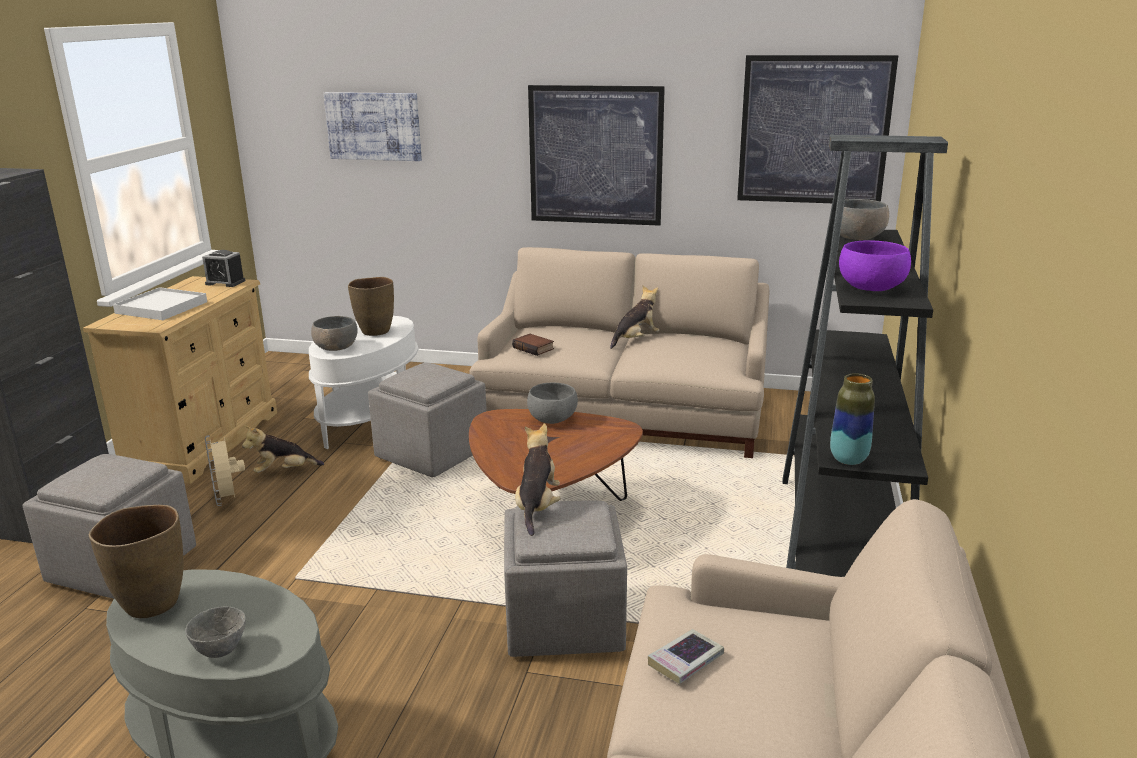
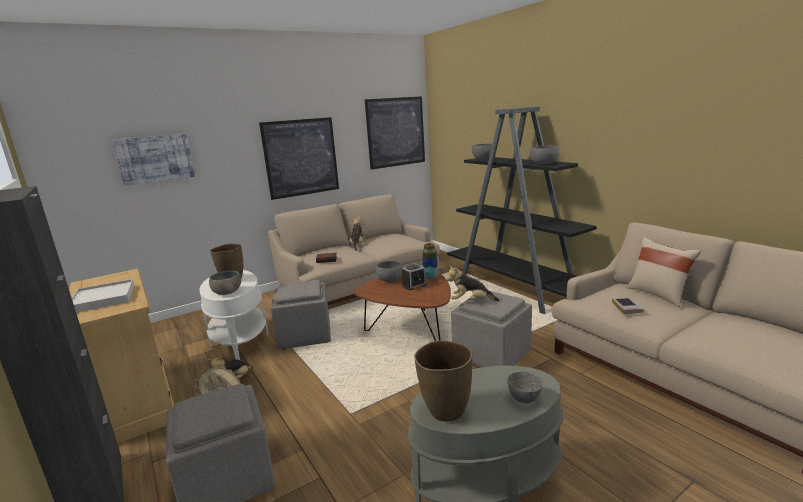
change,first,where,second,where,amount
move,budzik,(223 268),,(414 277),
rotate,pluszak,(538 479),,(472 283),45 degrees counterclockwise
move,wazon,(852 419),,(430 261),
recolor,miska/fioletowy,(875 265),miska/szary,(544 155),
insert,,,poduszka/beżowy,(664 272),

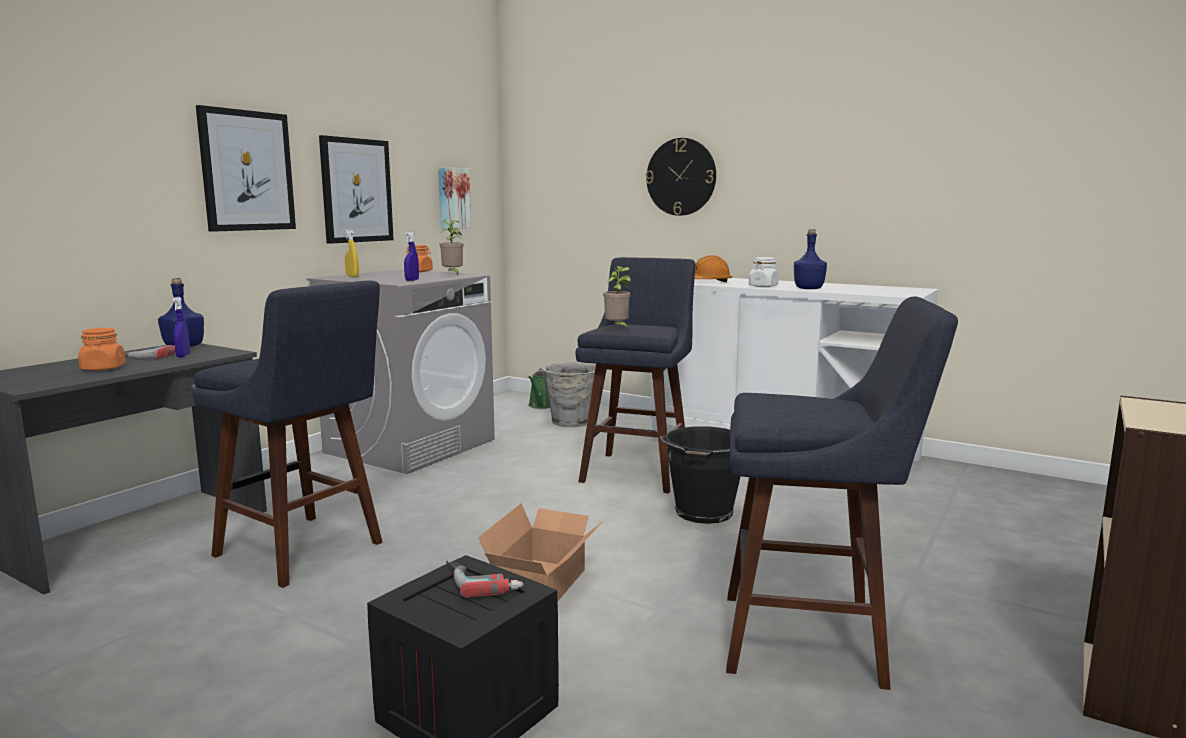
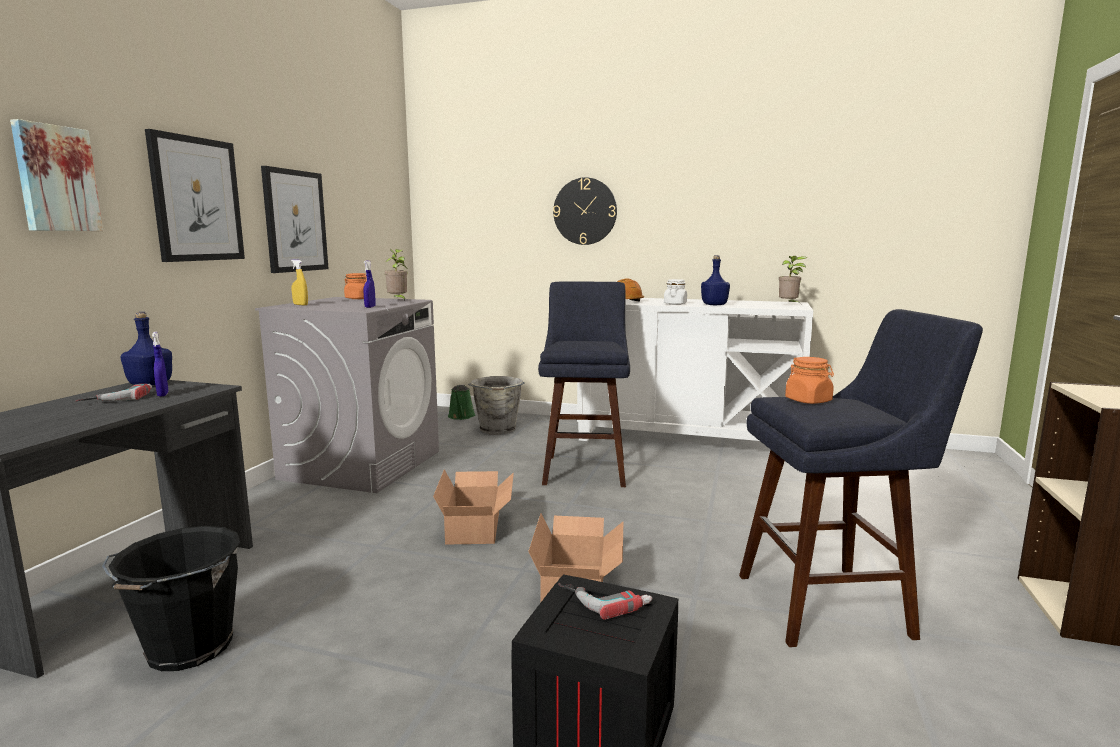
change,first,where,second,where,amount
move,słoik/pomarańczowy,(102 349),,(809 380),
delete,stołek/niebieski,(287 434),,,
move,obraz,(454 198),,(56 175),
move,roślina doniczkowa,(617 297),,(793 280),
move,wiadro/czarny,(700 475),,(171 598),
insert,,,karton,(473 507),

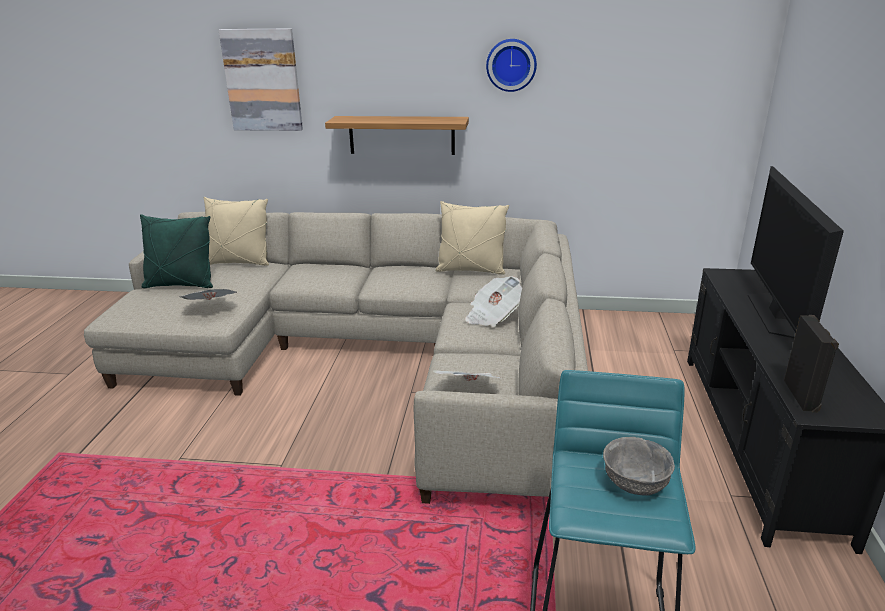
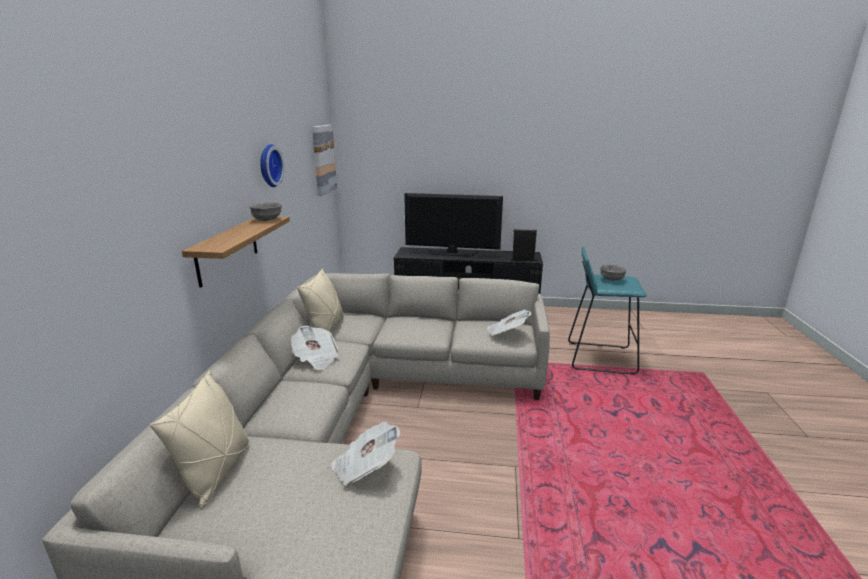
change,first,where,second,where,amount
delete,poduszka/zielony,(176 251),,,
move,obraz,(261 79),,(324 160),
move,gazeta,(493 301),,(315 348),
insert,,,miska/szary,(265 211),

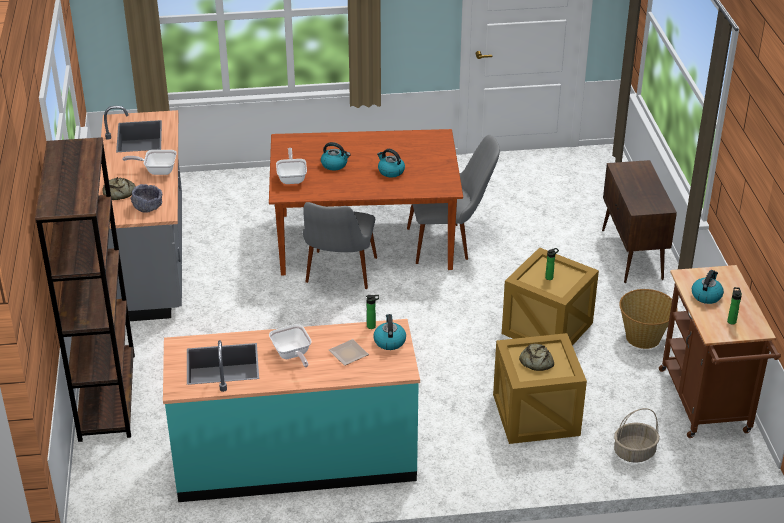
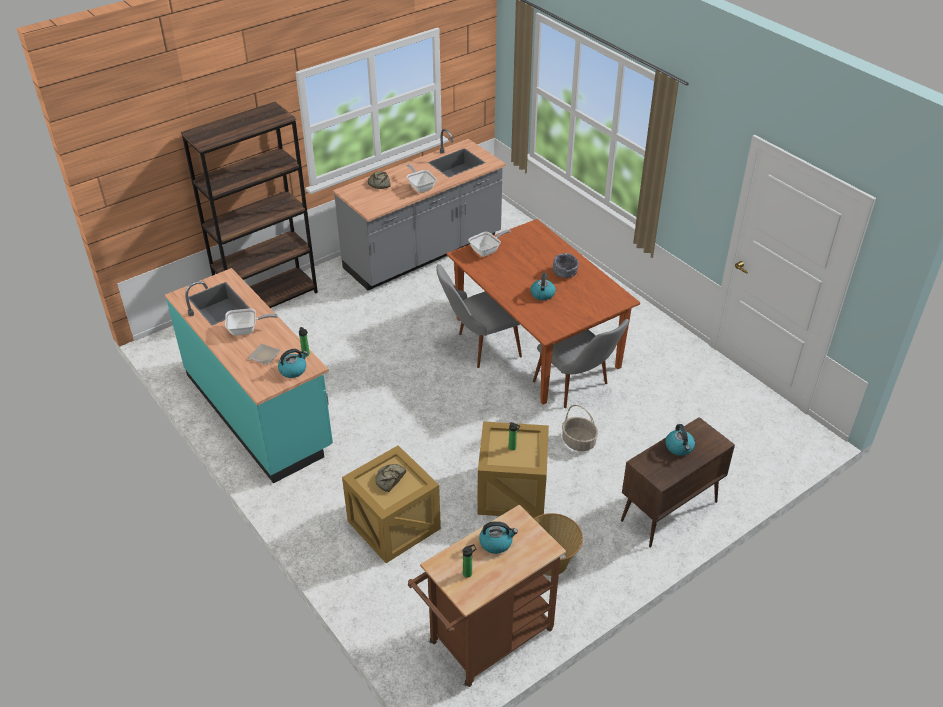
change,first,where,second,where,amount
move,miska/szary,(147 198),,(566 265),
rotate,patelnia,(290 345),,(251 322),135 degrees counterclockwise
move,czajnik,(336 156),,(680 440),
move,koszyk,(637 435),,(580 428),

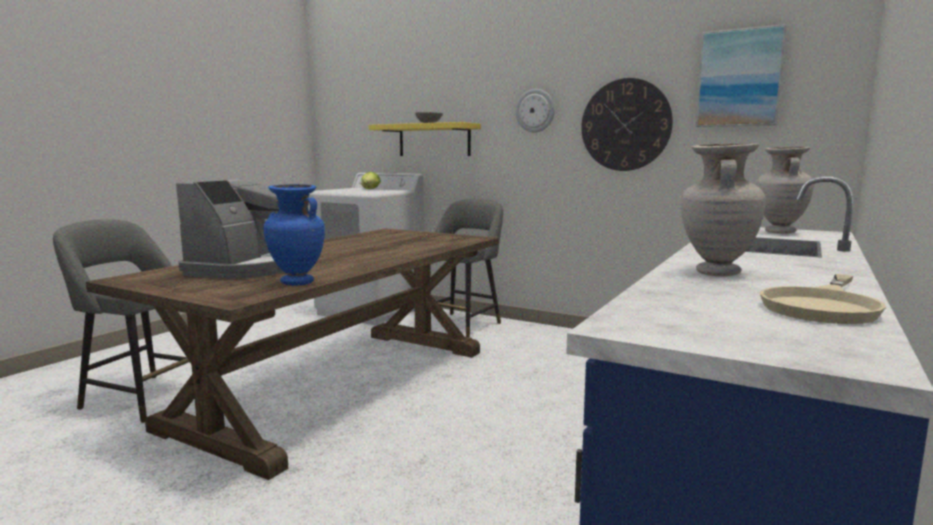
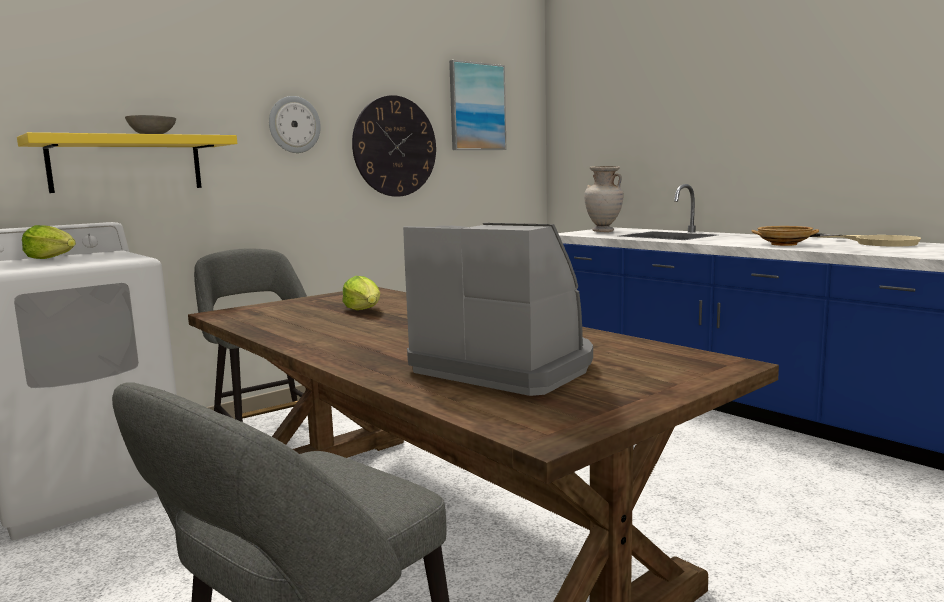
change,first,where,second,where,amount
delete,wazon/niebieski,(294 234),,,
replace,wazon/beżowy,(723 209),miska/beżowy,(785 236),
insert,,,sałata,(361 293),

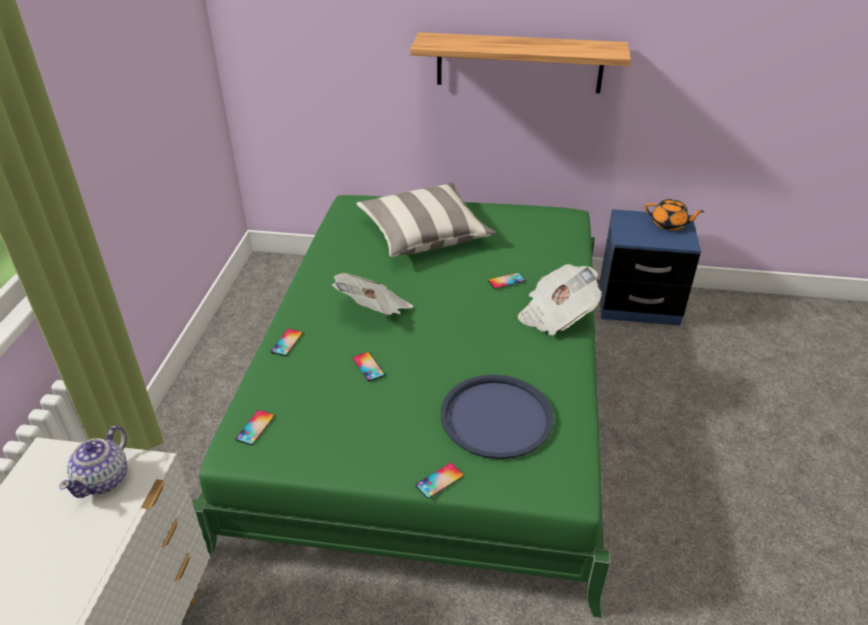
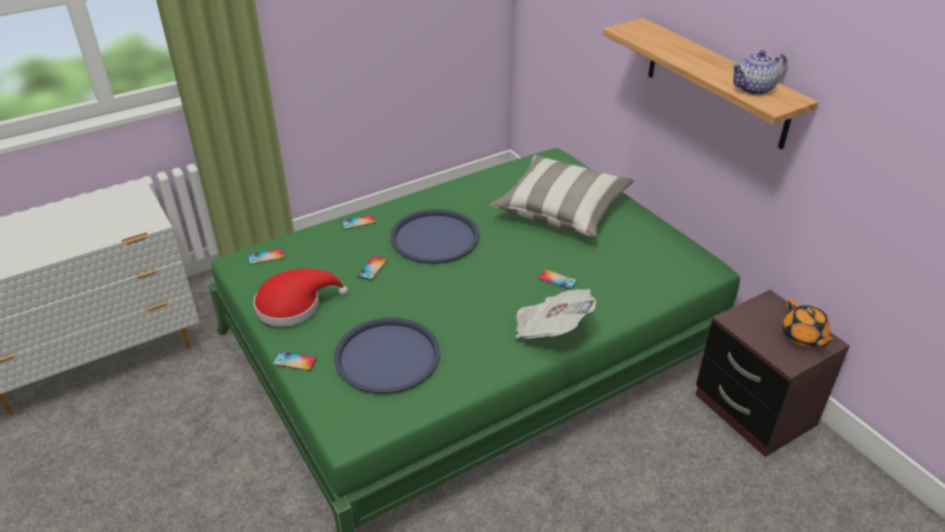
change,first,where,second,where,amount
move,imbryk,(93 462),,(759 72),
replace,gazeta,(372 294),taca/niebieski,(434 236),
recolor,szafka nocna/niebieski,(650 267),szafka nocna/brązowy,(773 373),
insert,,,kapelusz/czerwony,(301 297),

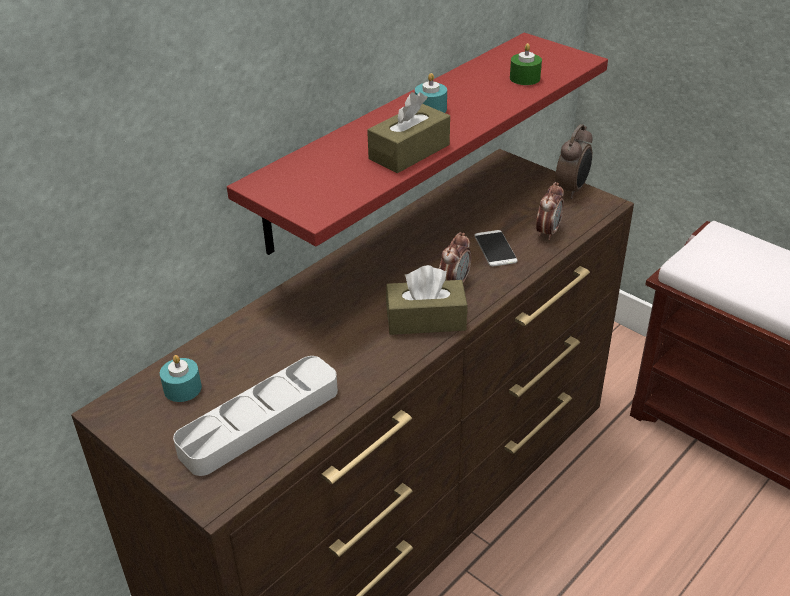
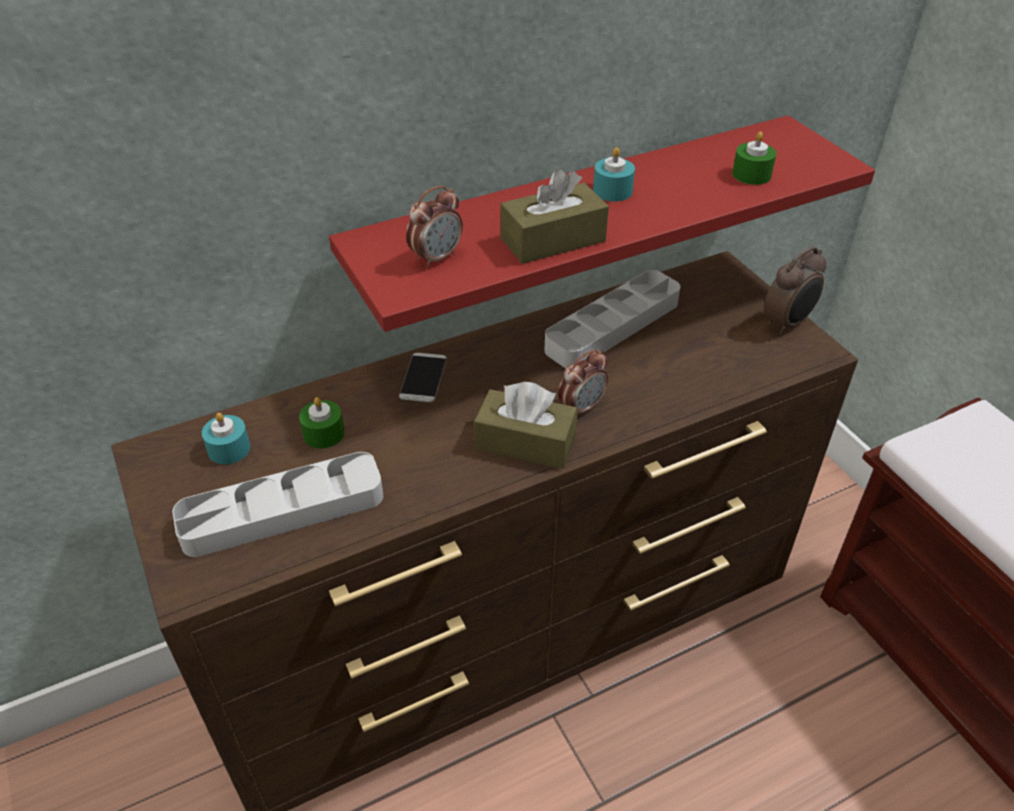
change,first,where,second,where,amount
move,telefon,(496 248),,(423 377),
move,budzik,(550 211),,(434 226),
insert,,,świeca/zielony,(322 423),
insert,,,taca/szary,(612 319),

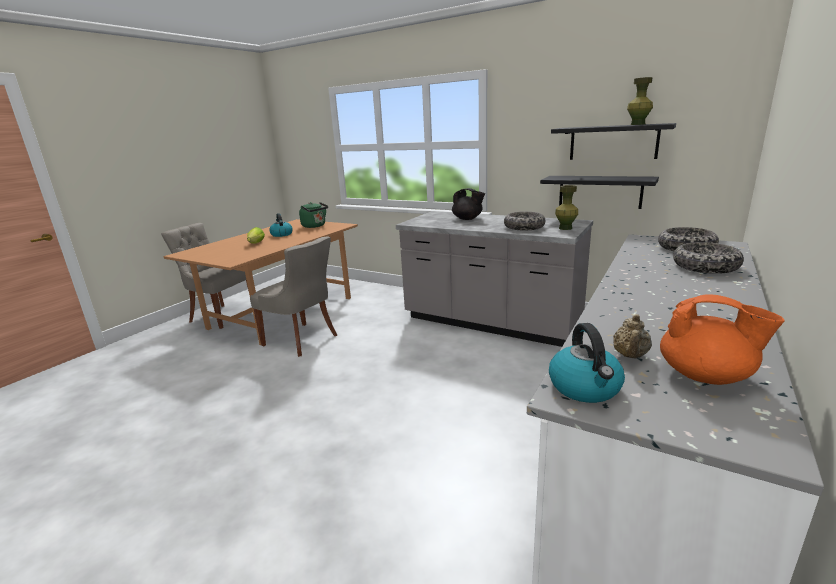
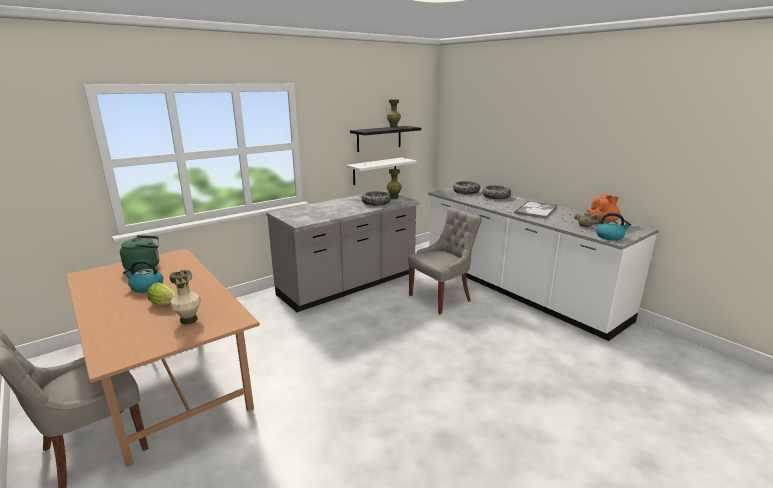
change,first,where,second,where,amount
move,krzesło/szary,(293 297),,(445 260),
delete,imbryk/czarny,(468 204),,,
recolor,półka/czarny,(599 192),półka/biały,(381 171),
insert,,,wazon/beżowy,(185 297),
insert,,,taca,(536 210),

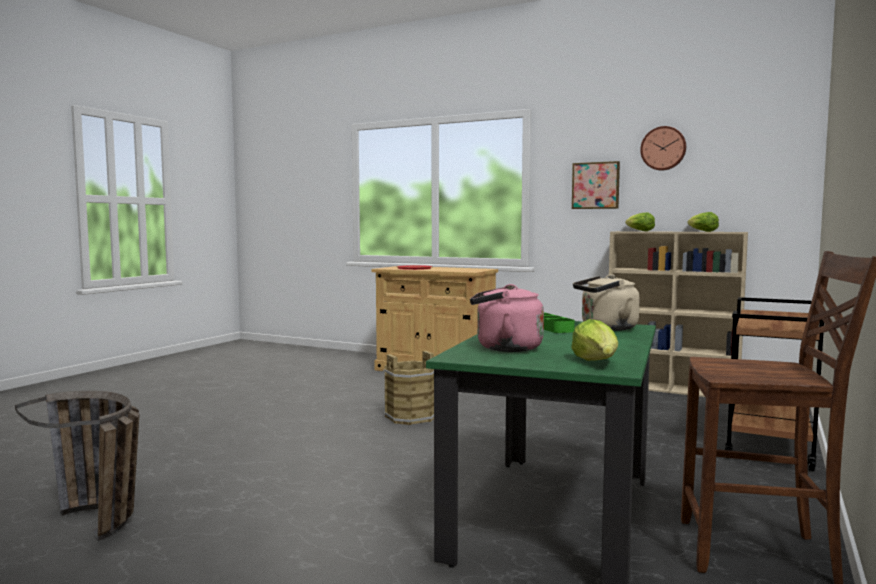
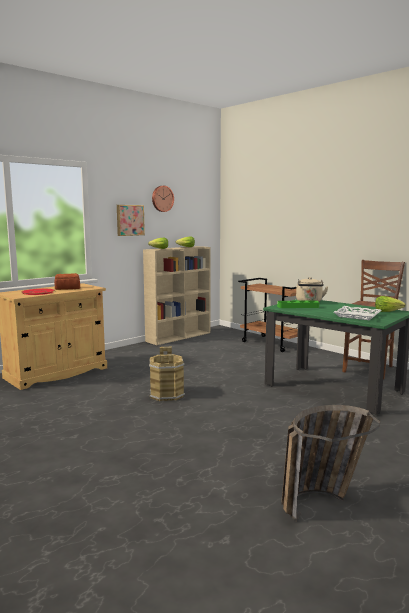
change,first,where,second,where,amount
replace,czajnik/różowy,(507 318),taca/biały,(357 313),
insert,,,chleb,(67 281),

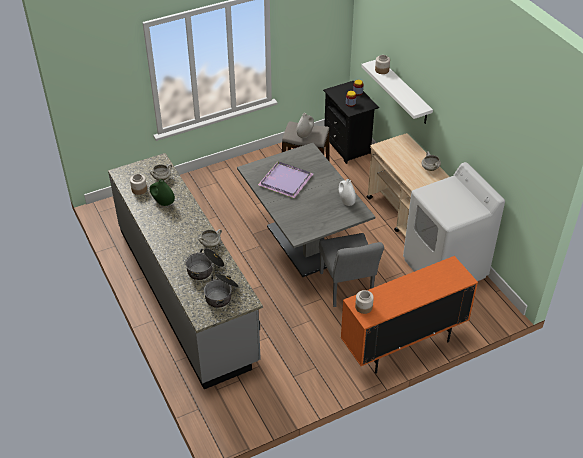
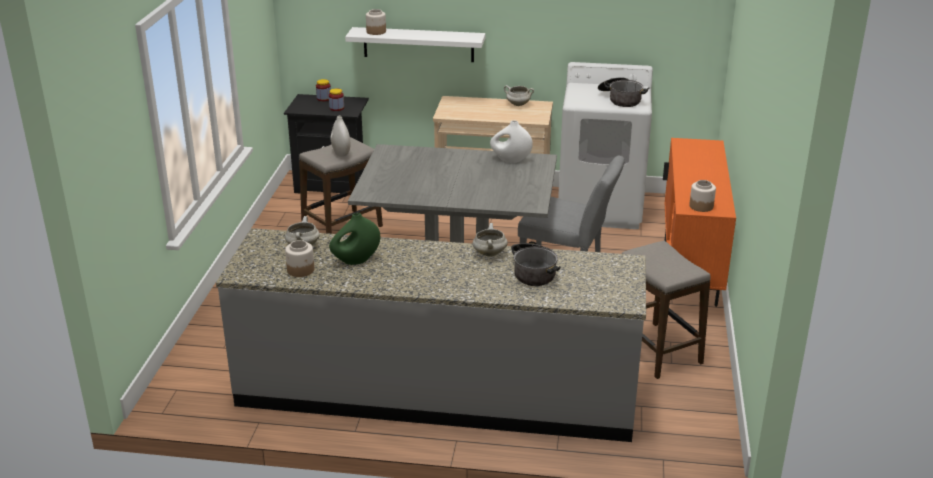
change,first,where,second,where,amount
move,garnek,(221 291),,(623 92),
delete,taca/fioletowy,(285 179),,,
insert,,,stołek,(666 310),

